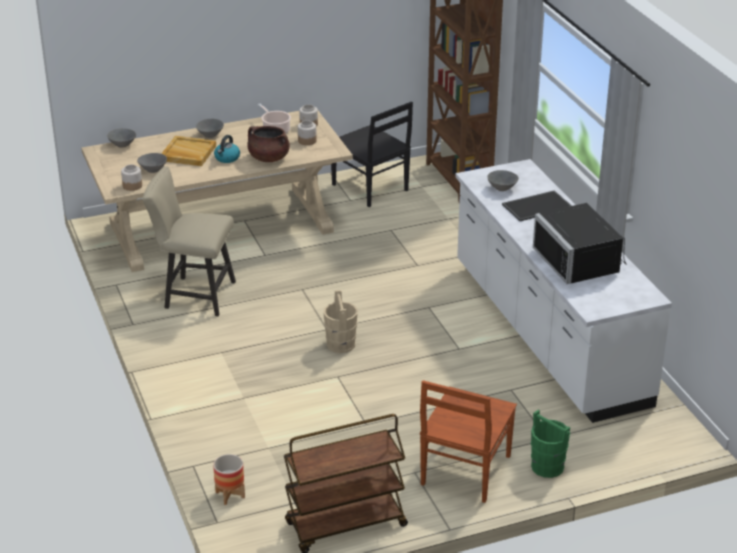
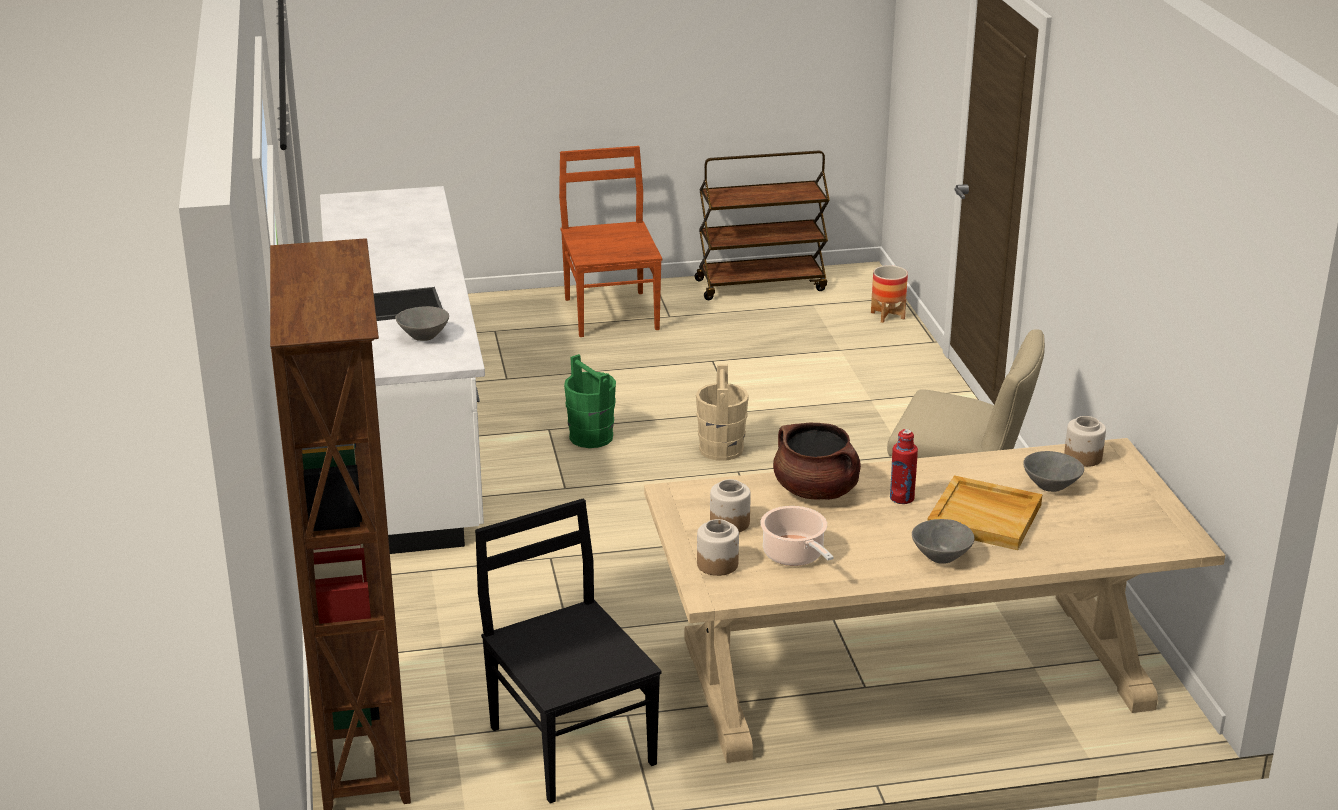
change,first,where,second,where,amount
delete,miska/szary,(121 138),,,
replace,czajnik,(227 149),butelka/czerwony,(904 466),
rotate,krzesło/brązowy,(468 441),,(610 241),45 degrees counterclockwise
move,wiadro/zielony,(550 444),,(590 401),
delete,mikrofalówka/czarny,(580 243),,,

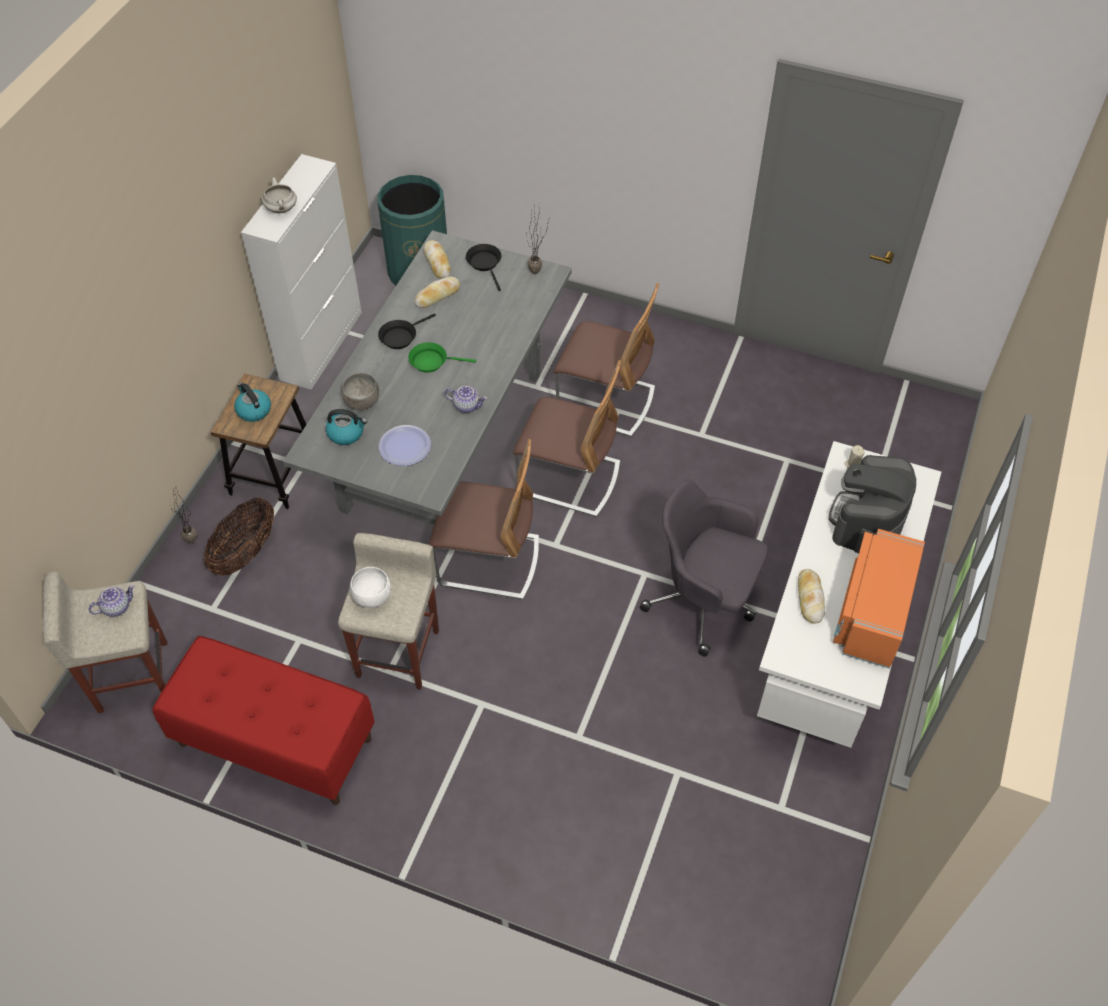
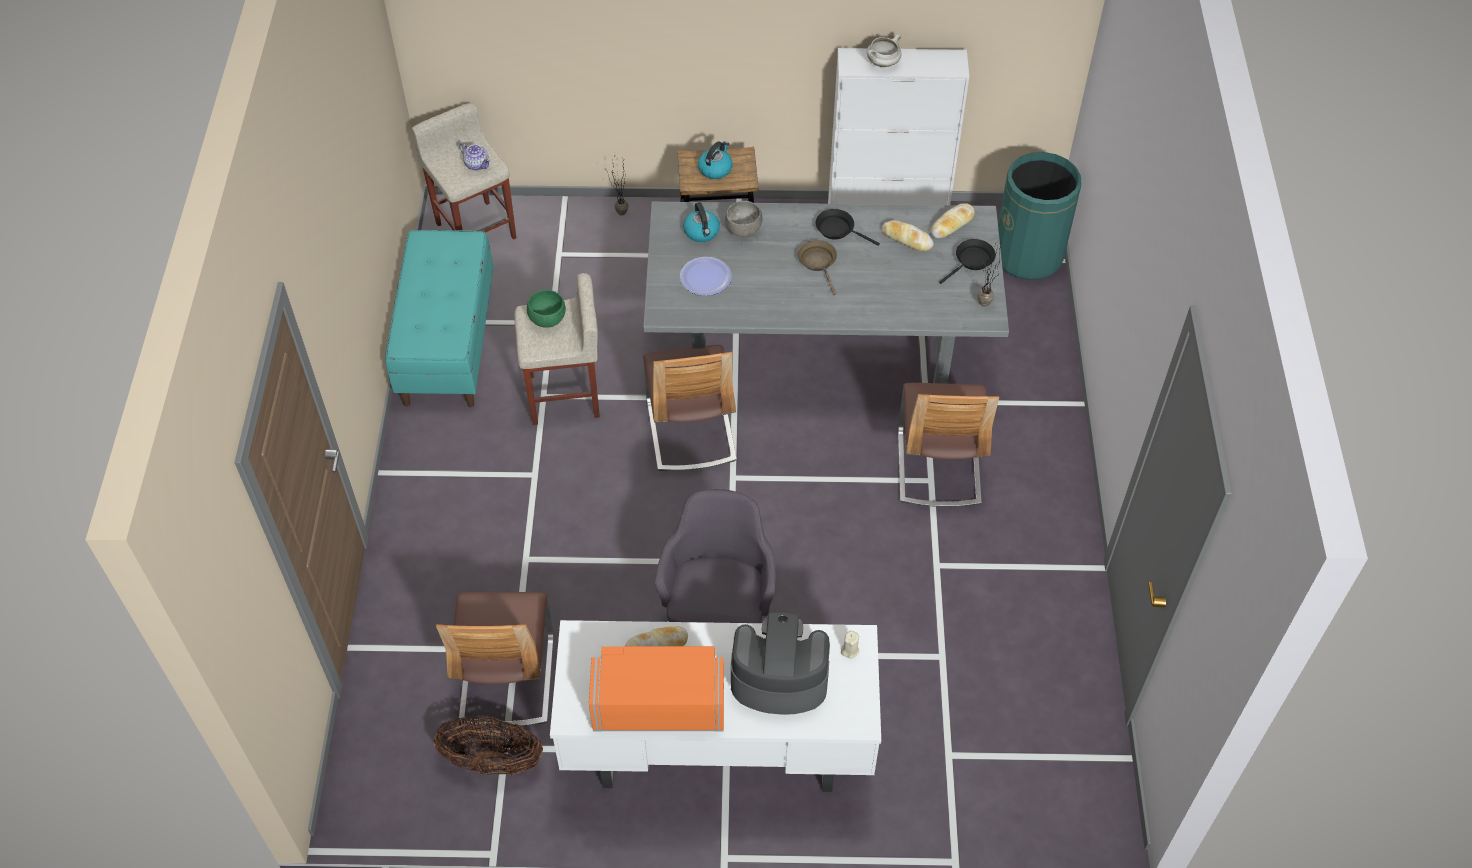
change,first,where,second,where,amount
recolor,ławka/czerwony,(263 720),ławka/turkusowy,(439 318),
move,koszyk,(239 537),,(488 746),
recolor,miska/biały,(370 587),miska/zielony,(546 309),
recolor,patelnia/zielony,(442 357),patelnia/brązowy,(817 267),
delete,imbryk,(465 399),,,
move,krzesło,(567 438),,(495 659),

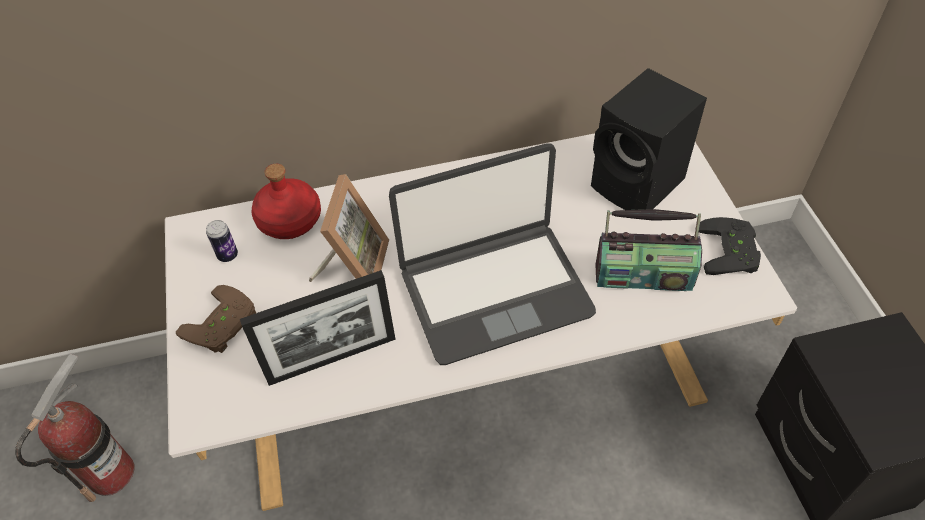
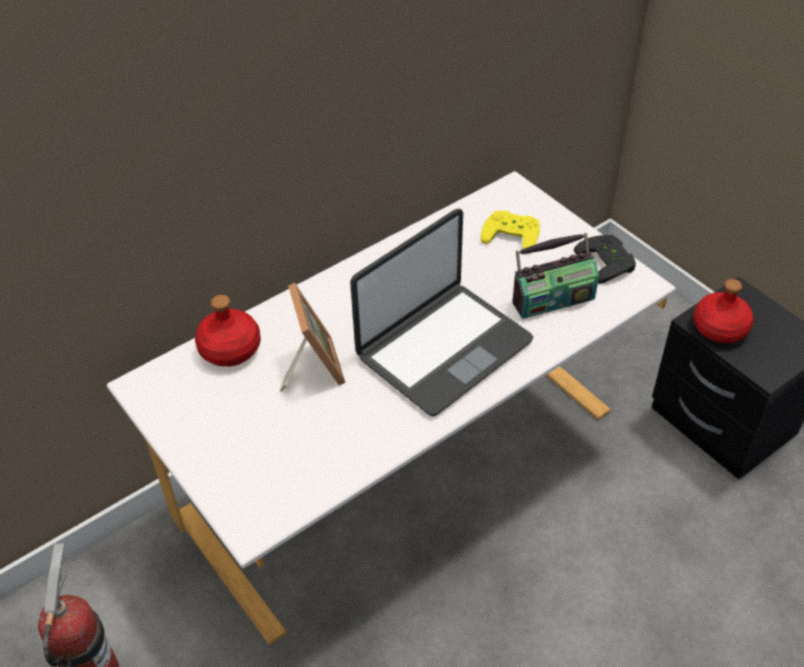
change,first,where,second,where,amount
delete,pad do gier/brązowy,(216 319),,,
delete,puszka,(222 241),,,
delete,ramka na zdjęcie,(318 328),,,
replace,głośnik/czarny,(649 139),pad do gier/żółty,(510 230),
insert,,,butelka/czerwony,(723 311),

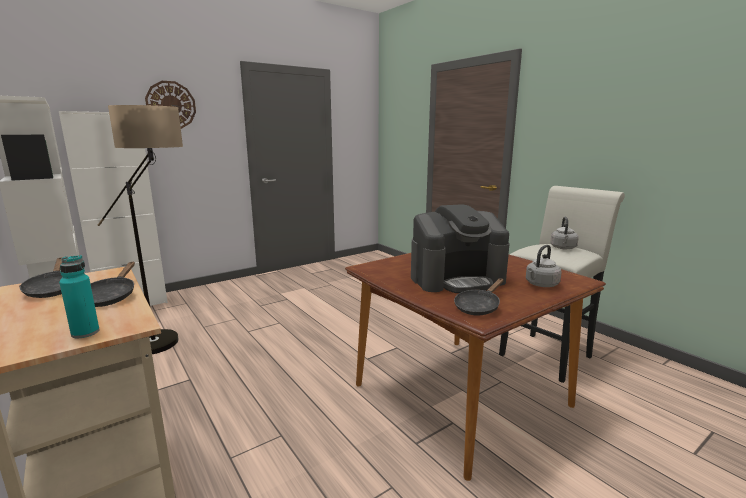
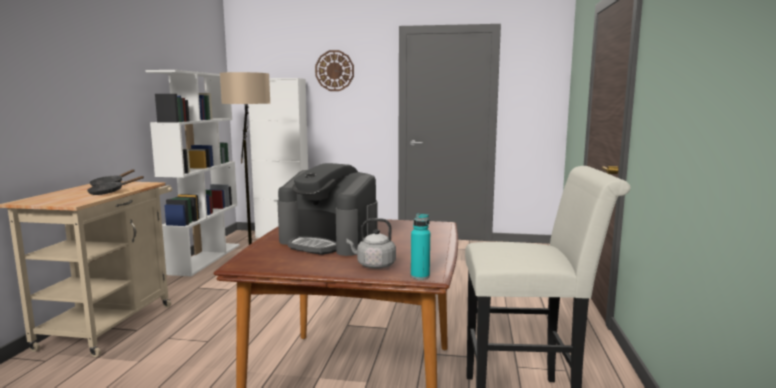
change,first,where,second,where,amount
move,butelka/turkusowy,(79 296),,(420 246),
delete,patelnia/czarny,(478 297),,,
delete,czajnik/szary,(564 233),,,

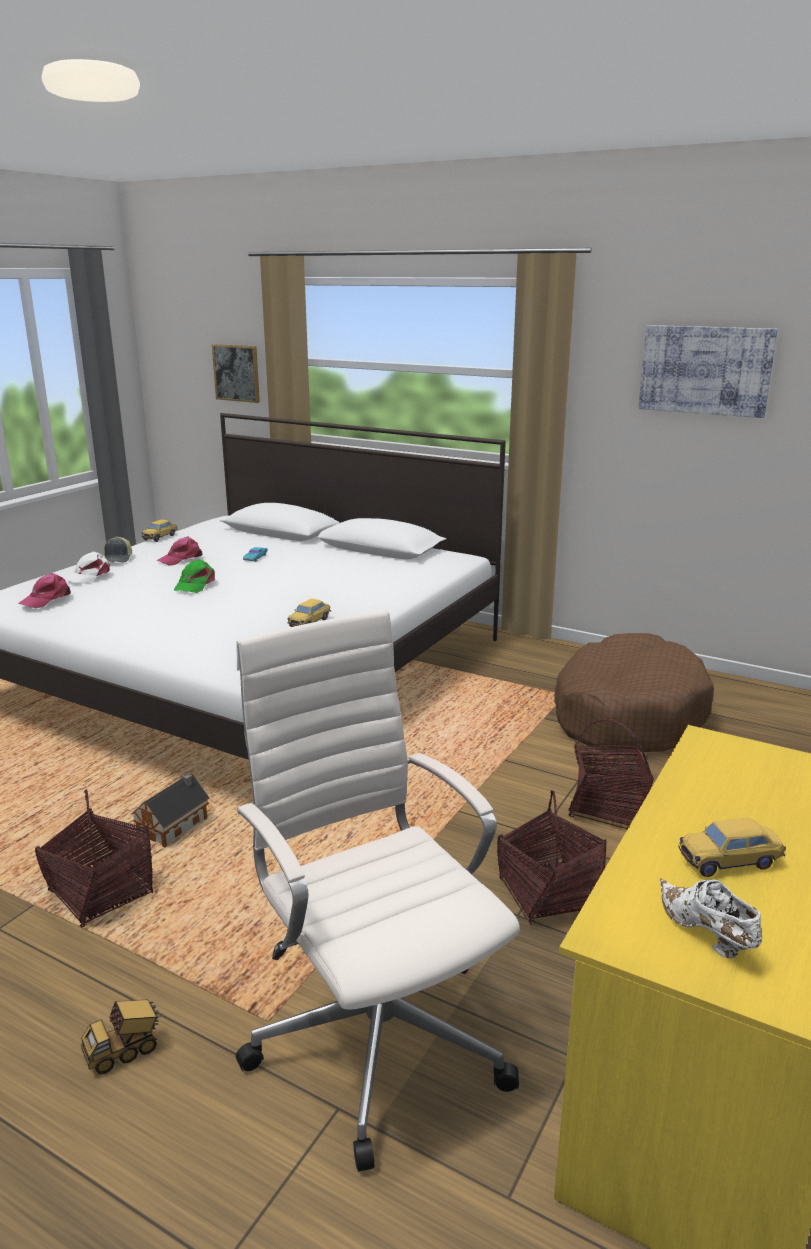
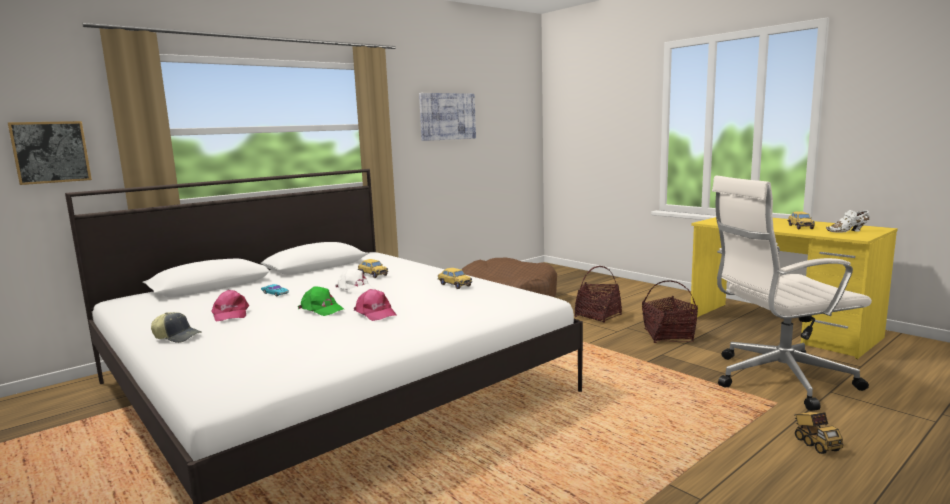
change,first,where,second,where,amount
move,czapka z daszkiem/różowy,(44 590),,(375 305),
delete,koszyk,(94 858),,,
move,czapka z daszkiem/biały,(87 568),,(354 281),
delete,domek,(170 810),,,
move,samochodzik,(159 530),,(373 268),

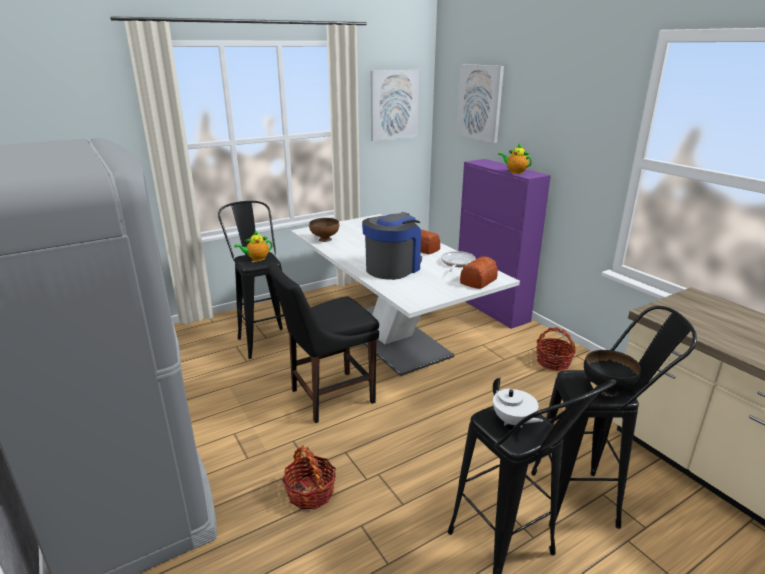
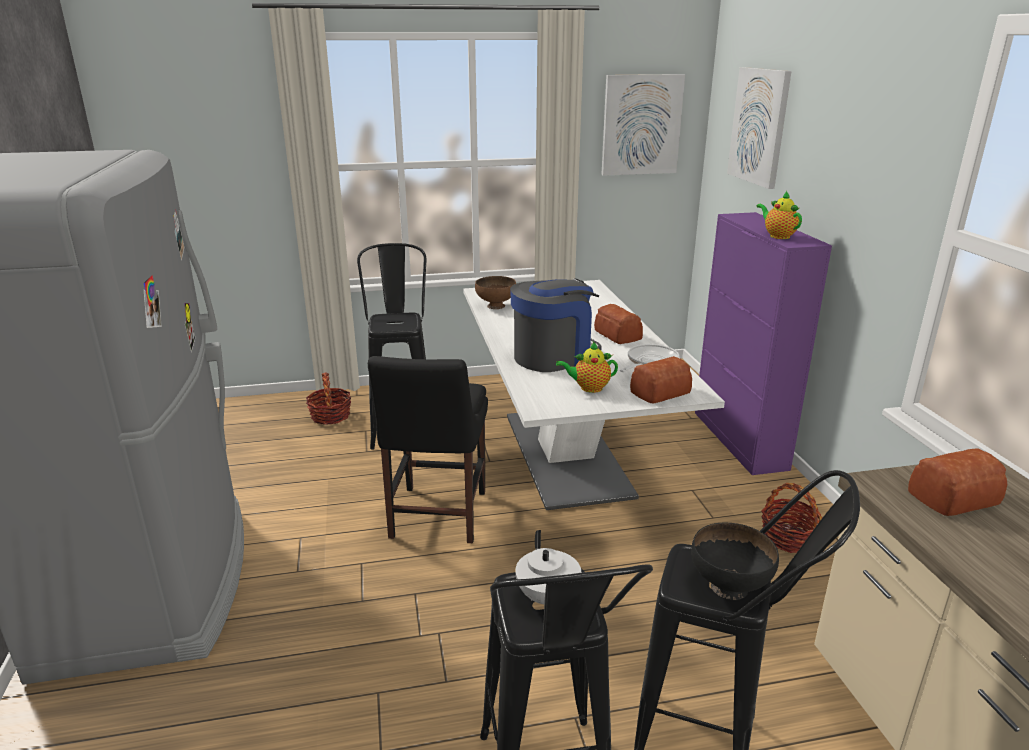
change,first,where,second,where,amount
move,imbryk,(253 246),,(587 367),
rotate,krzesło/czarny,(323 342),,(428 449),75 degrees counterclockwise
move,koszyk,(309 477),,(328 399),
insert,,,chleb,(958 482),

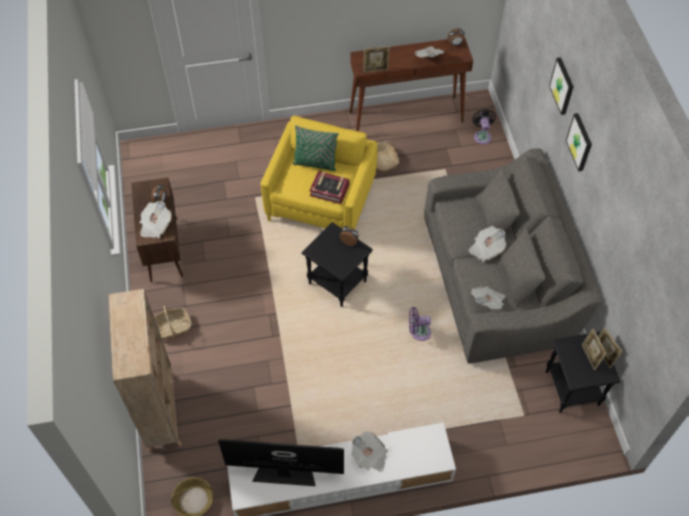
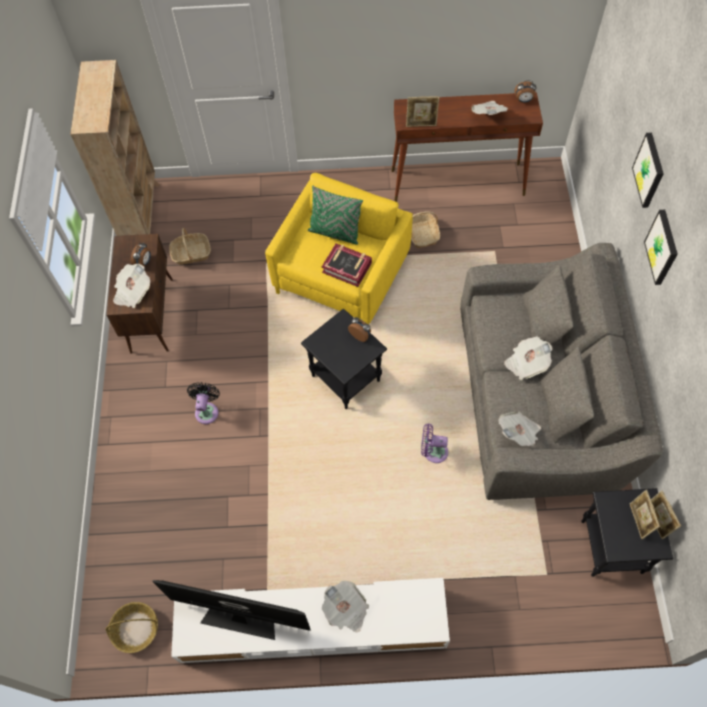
change,first,where,second,where,amount
move,regał/beżowy,(145 370),,(115 148),
move,koszyk,(172 322),,(190 246),
move,wentylator/czarny,(484 126),,(203 403),

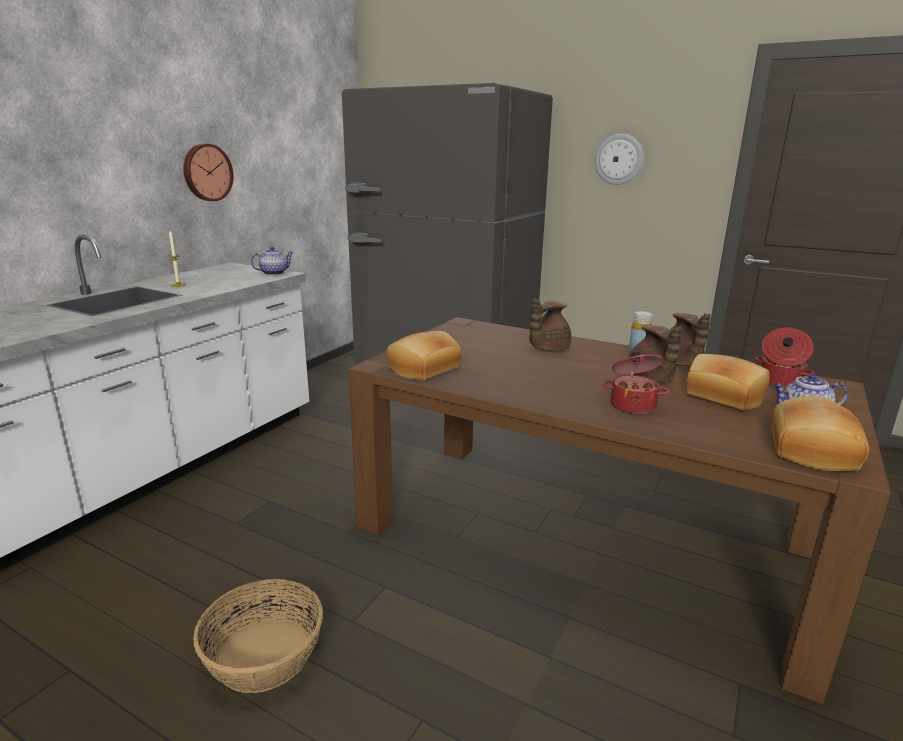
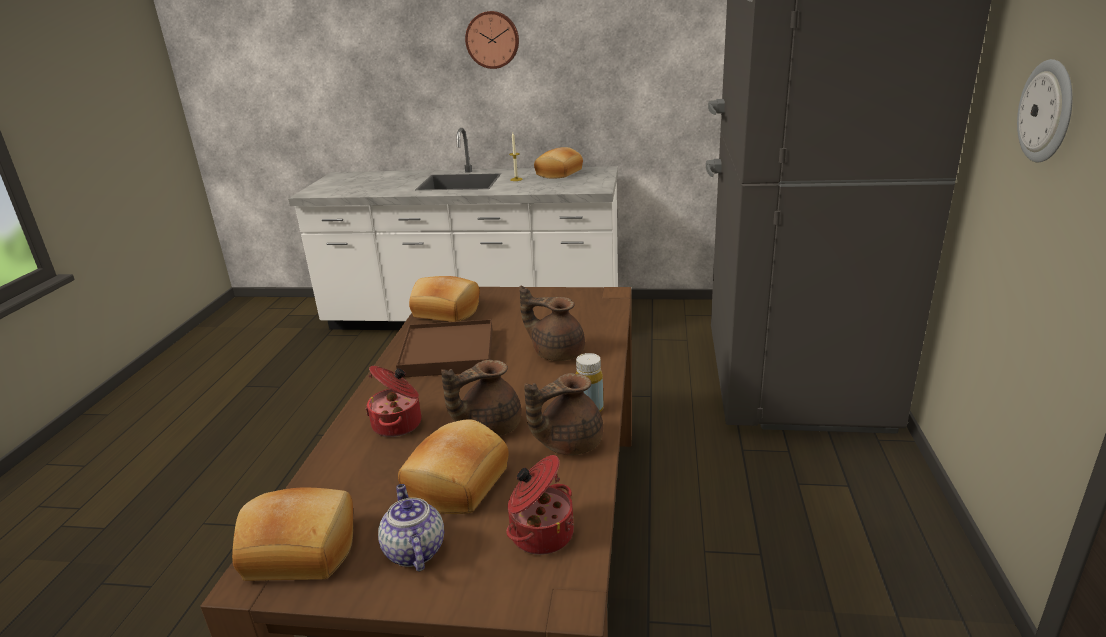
change,first,where,second,where,amount
move,zegar ścienny,(208 172),,(492 40),
delete,koszyk,(258 636),,,
delete,imbryk,(272 261),,,
insert,,,taca/brązowy,(444 348),
insert,,,chleb,(558 163),

